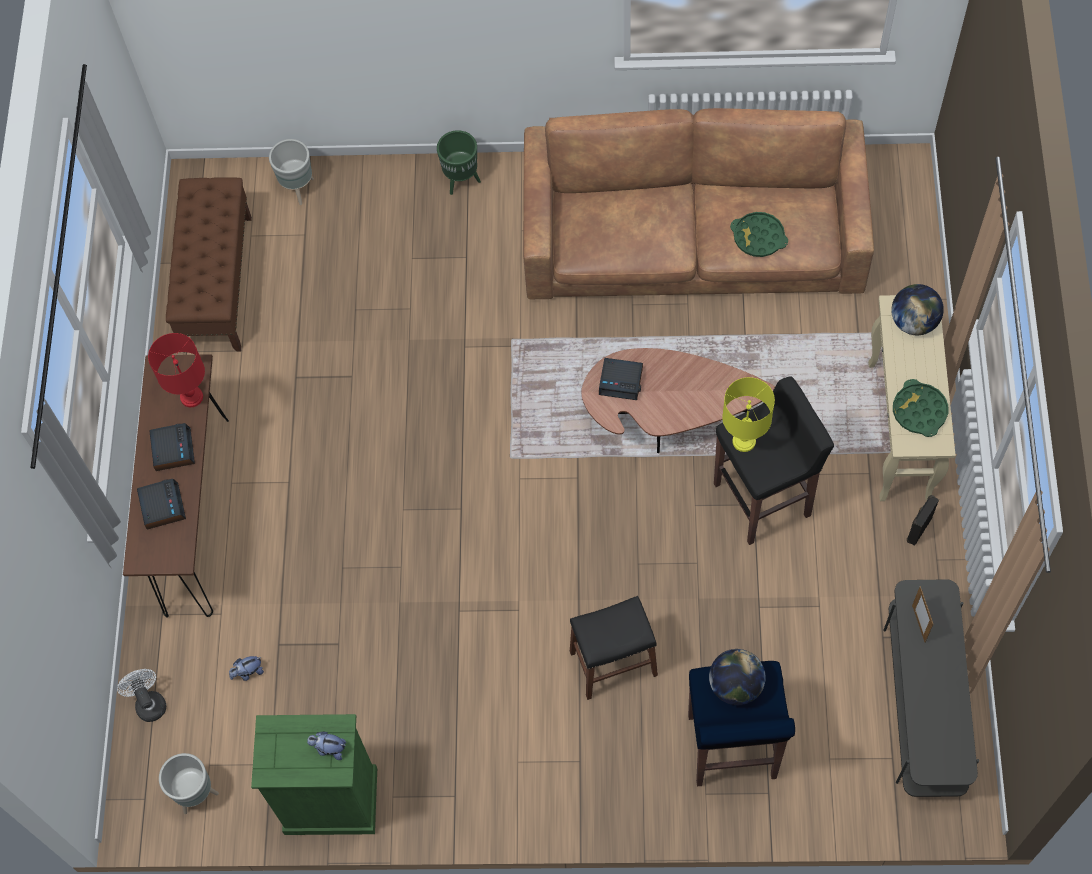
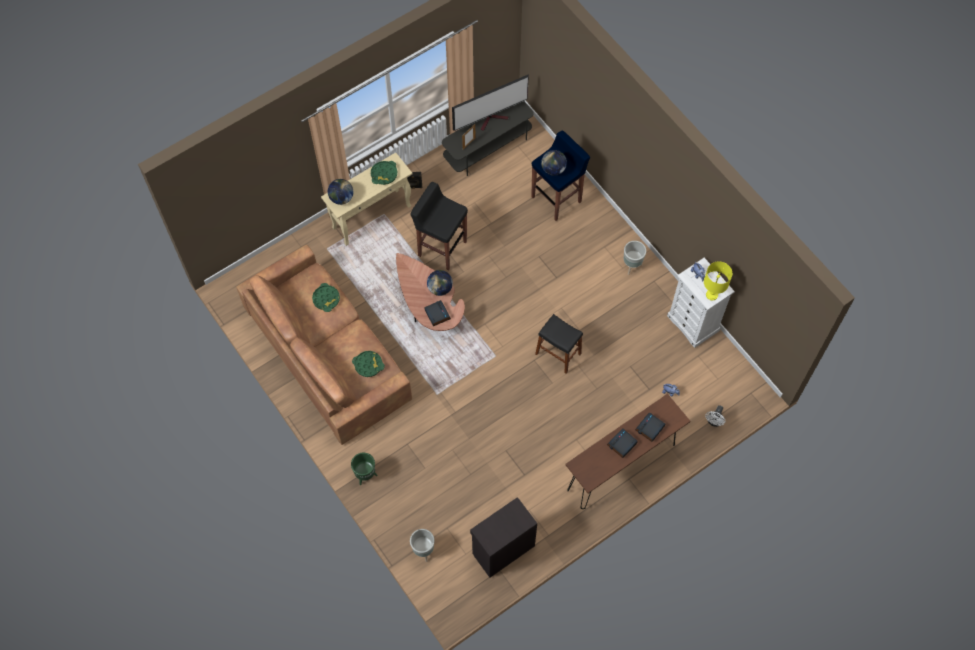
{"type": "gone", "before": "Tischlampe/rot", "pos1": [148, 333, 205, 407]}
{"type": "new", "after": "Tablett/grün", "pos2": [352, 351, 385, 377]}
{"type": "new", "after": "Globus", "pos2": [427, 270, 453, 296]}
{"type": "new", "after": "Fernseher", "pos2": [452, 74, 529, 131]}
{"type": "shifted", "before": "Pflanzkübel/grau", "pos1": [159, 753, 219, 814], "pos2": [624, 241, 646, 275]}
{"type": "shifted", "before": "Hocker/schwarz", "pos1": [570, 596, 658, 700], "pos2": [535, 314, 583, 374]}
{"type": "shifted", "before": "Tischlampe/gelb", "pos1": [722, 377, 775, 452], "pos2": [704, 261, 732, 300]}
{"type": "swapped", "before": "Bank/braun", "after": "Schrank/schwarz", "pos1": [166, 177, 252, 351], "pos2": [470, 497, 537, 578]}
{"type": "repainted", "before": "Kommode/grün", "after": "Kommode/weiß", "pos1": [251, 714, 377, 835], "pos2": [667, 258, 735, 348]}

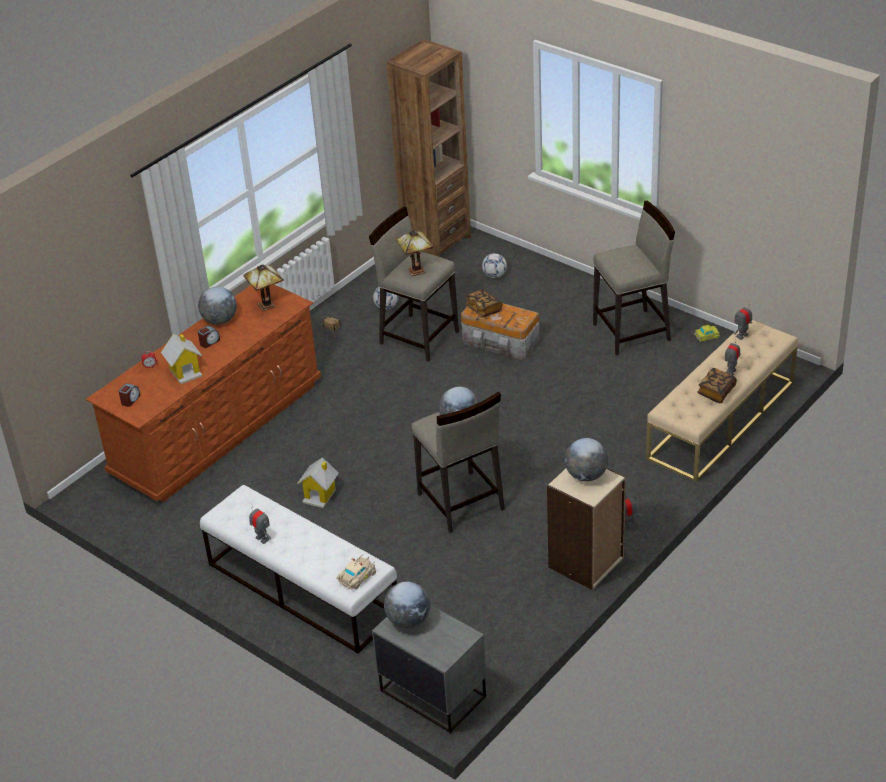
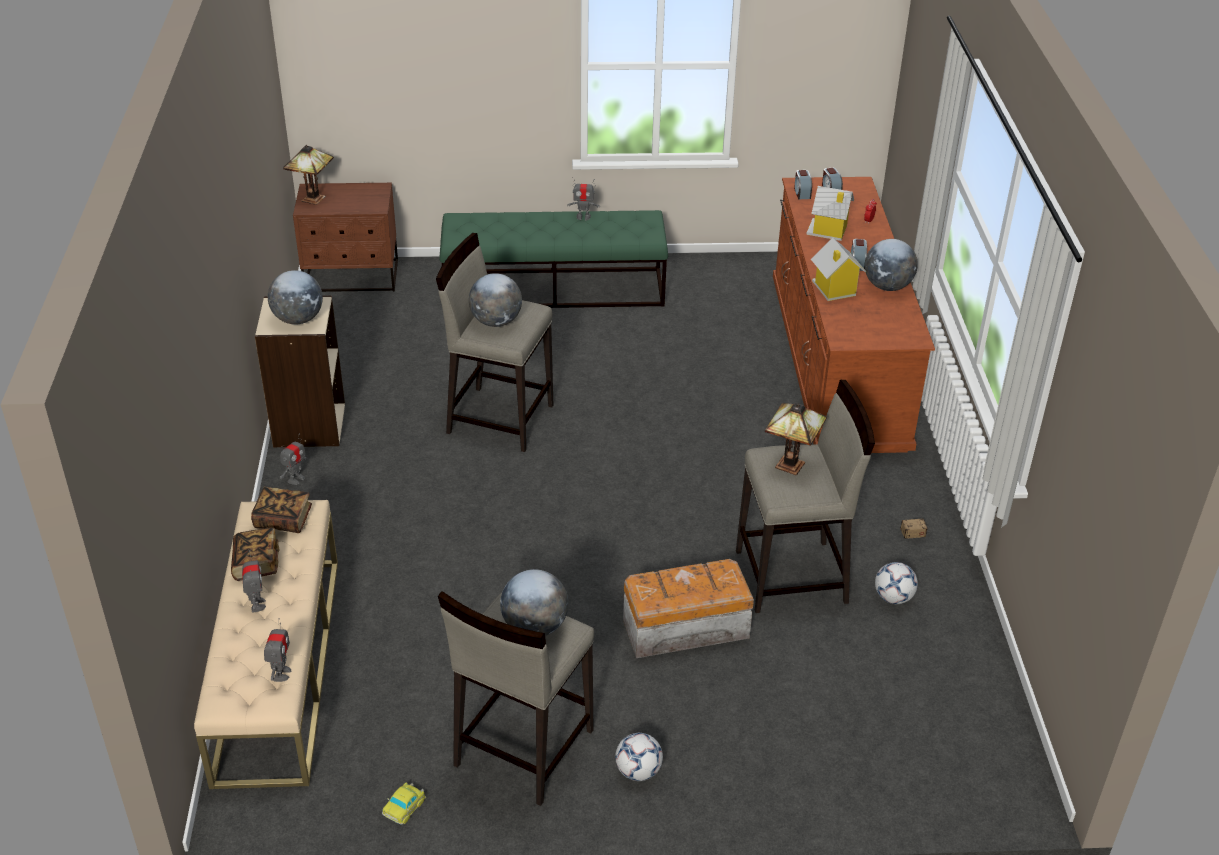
{"type": "gone", "before": "Spielzeugauto/beige", "pos1": [336, 555, 376, 589]}
{"type": "gone", "before": "Bücherregal/braun", "pos1": [386, 39, 471, 257]}
{"type": "new", "after": "Wecker", "pos2": [794, 170, 812, 199]}
{"type": "shifted", "before": "Tischlampe", "pos1": [243, 264, 284, 311], "pos2": [283, 145, 334, 205]}
{"type": "shifted", "before": "Spielzeughaus", "pos1": [297, 457, 339, 508], "pos2": [811, 238, 867, 301]}
{"type": "shifted", "before": "Globus", "pos1": [384, 581, 430, 628], "pos2": [500, 569, 568, 636]}
{"type": "shifted", "before": "Buch", "pos1": [465, 289, 503, 317], "pos2": [251, 487, 312, 533]}
{"type": "shifted", "before": "Fußball", "pos1": [482, 253, 507, 278], "pos2": [615, 733, 663, 781]}
{"type": "repainted", "before": "Bank/weiß", "after": "Bank/grün", "pos1": [200, 485, 397, 654], "pos2": [439, 210, 669, 308]}
{"type": "repainted", "before": "Nachttisch/grau", "after": "Nachttisch/braun", "pos1": [372, 605, 486, 733], "pos2": [293, 183, 398, 292]}

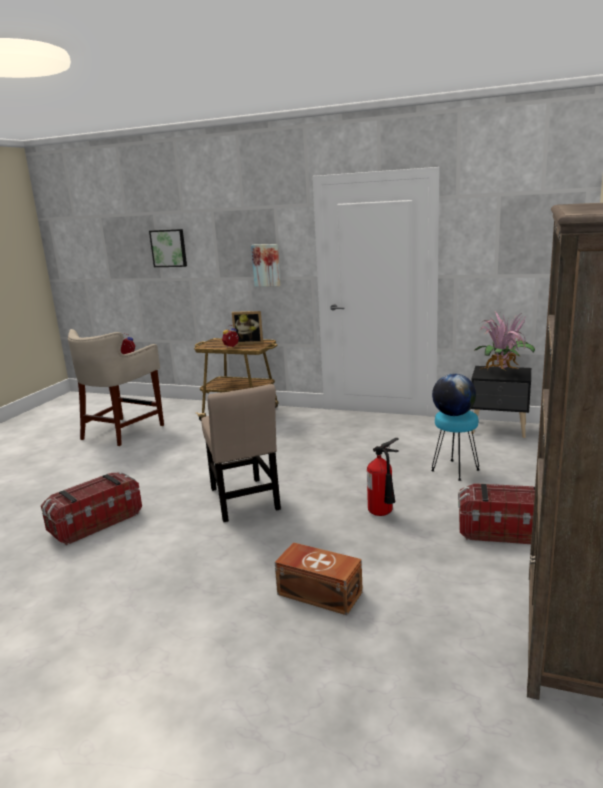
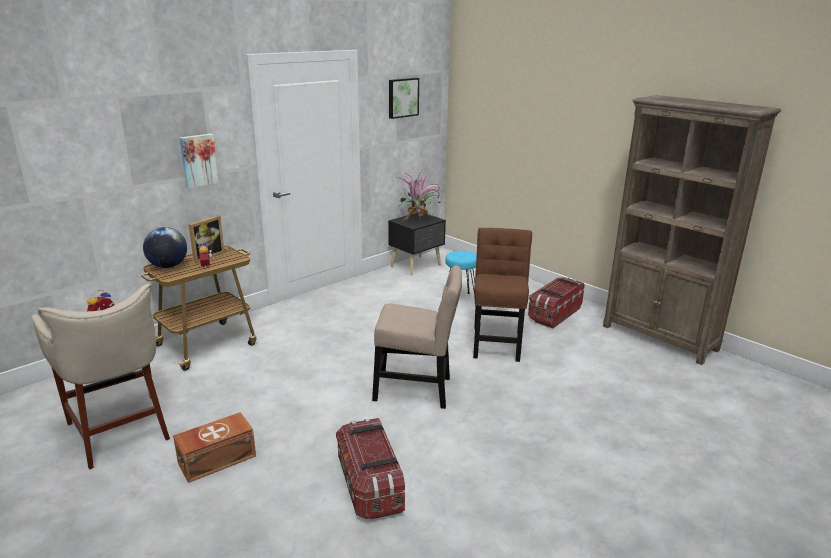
{"type": "shifted", "before": "Bild", "pos1": [149, 229, 187, 267], "pos2": [389, 78, 419, 119]}
{"type": "shifted", "before": "Aufbewahrungsbox/braun", "pos1": [275, 542, 363, 615], "pos2": [173, 412, 256, 483]}
{"type": "shifted", "before": "Globus", "pos1": [432, 373, 476, 416], "pos2": [143, 227, 187, 268]}
{"type": "swapped", "before": "Feuerlöscher", "after": "Stuhl/braun", "pos1": [367, 438, 399, 516], "pos2": [473, 228, 532, 362]}

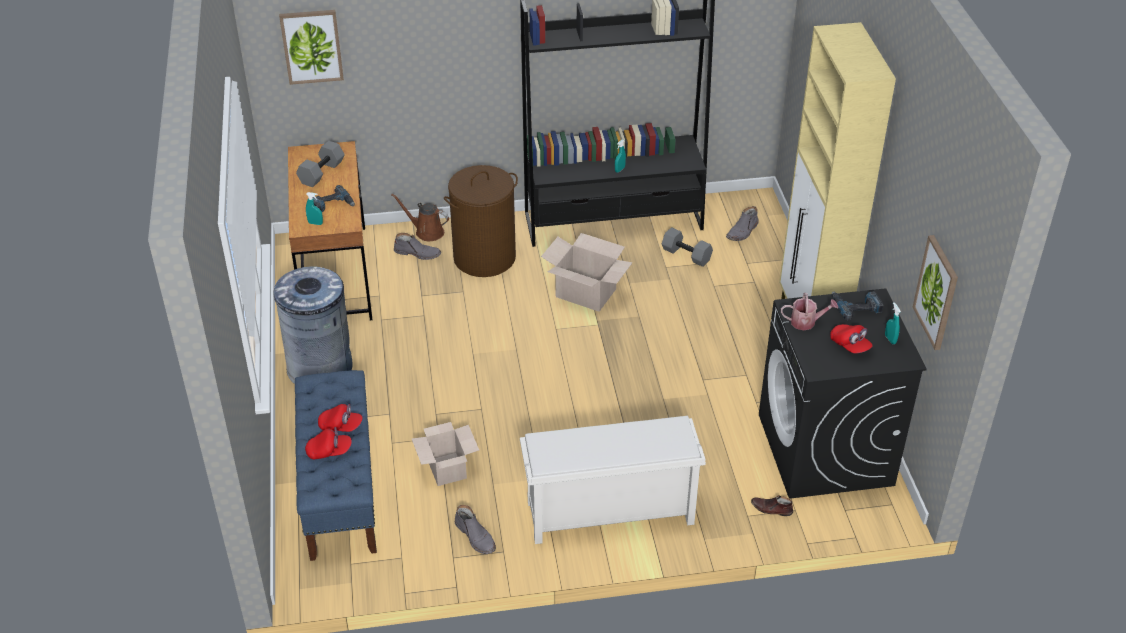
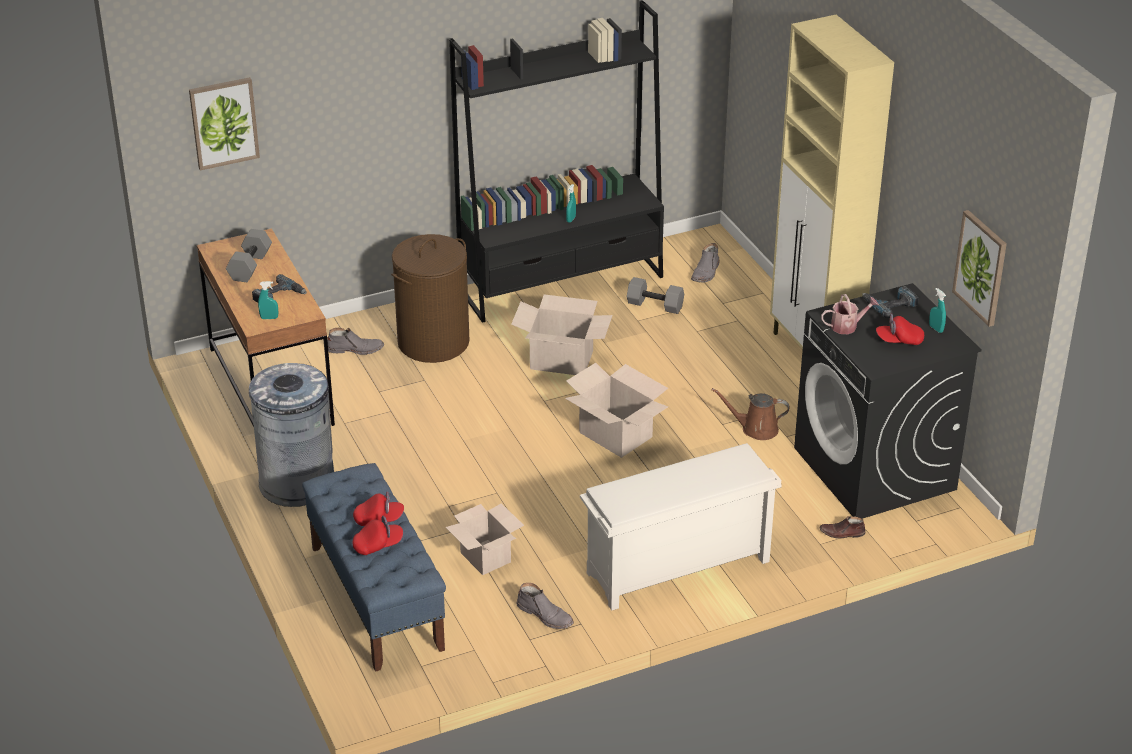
{"type": "new", "after": "Karton", "pos2": [565, 363, 668, 458]}
{"type": "shifted", "before": "Gießkanne/braun", "pos1": [391, 194, 449, 241], "pos2": [712, 388, 789, 440]}
{"type": "rotated", "before": "Kappe/rot", "pos1": [830, 324, 873, 353], "pos2": [876, 313, 924, 345], "turn": 135}

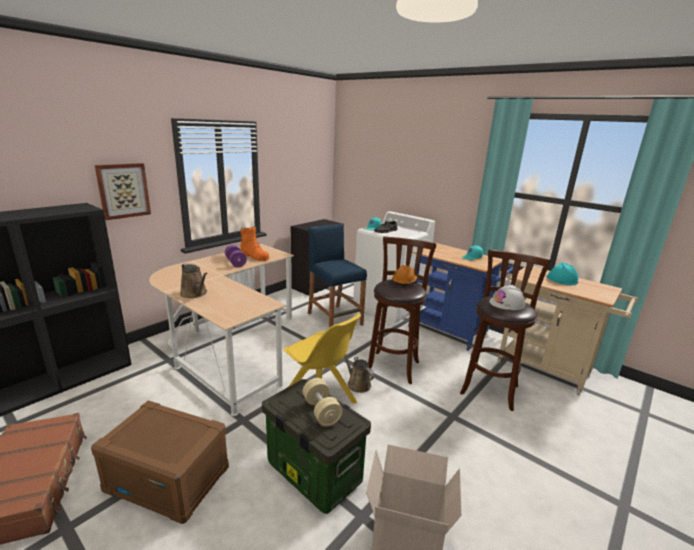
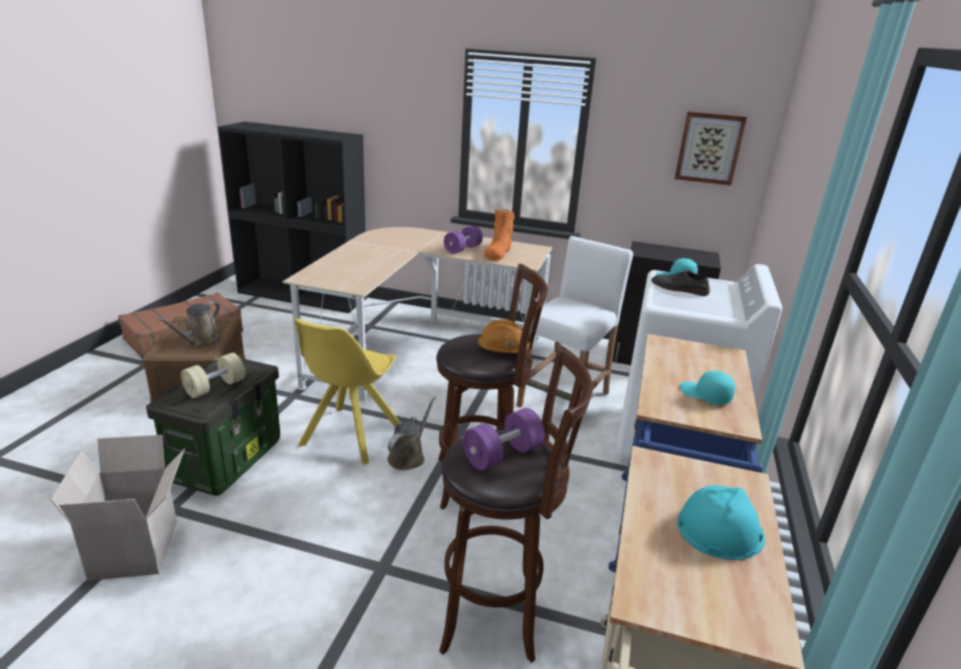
{"type": "shifted", "before": "Bild", "pos1": [95, 163, 151, 220], "pos2": [675, 111, 747, 185]}
{"type": "shifted", "before": "Gießkanne/braun", "pos1": [180, 263, 207, 298], "pos2": [157, 301, 221, 347]}
{"type": "swapped", "before": "Schutzhelm/weiß", "after": "Hantel/lila", "pos1": [489, 285, 525, 310], "pos2": [463, 408, 545, 470]}
{"type": "repainted", "before": "Hocker/blau", "after": "Hocker/weiß", "pos1": [308, 224, 367, 328], "pos2": [517, 236, 633, 428]}

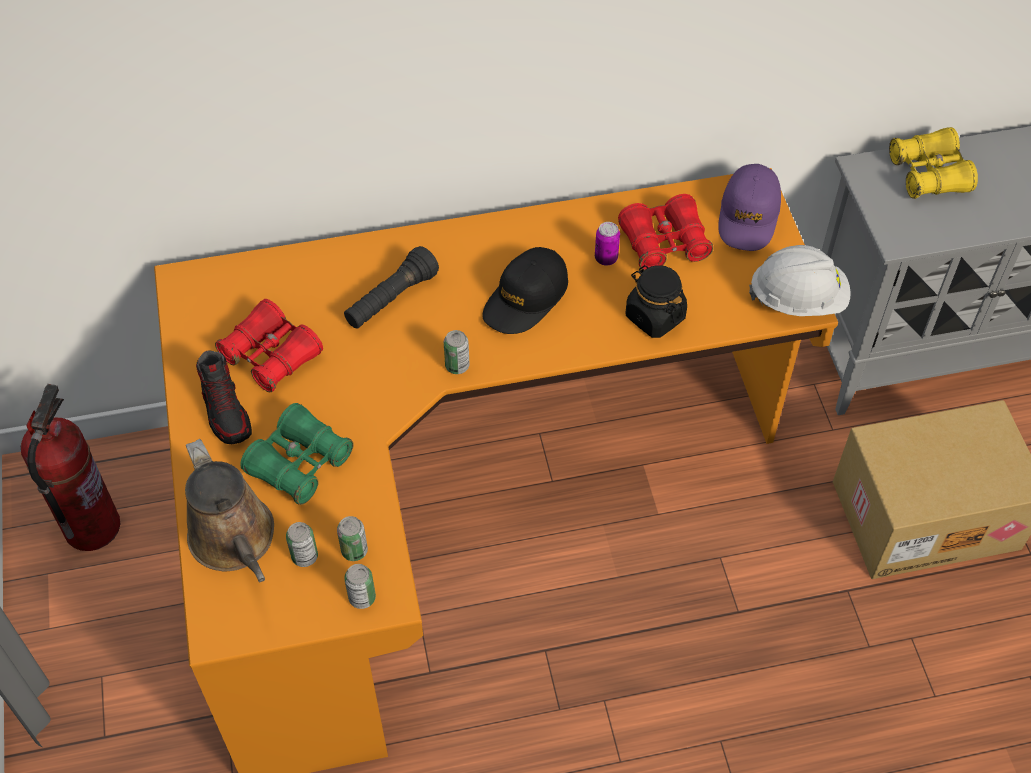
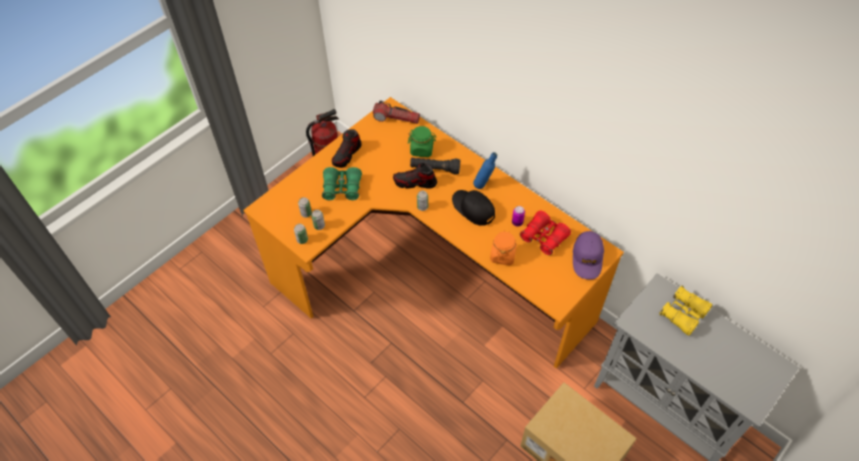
{"type": "gone", "before": "Gießkanne/braun", "pos1": [185, 439, 274, 582]}
{"type": "gone", "before": "Fernglas/rot", "pos1": [215, 299, 323, 392]}
{"type": "gone", "before": "Schutzhelm/weiß", "pos1": [749, 245, 851, 316]}
{"type": "new", "after": "Taschenlampe", "pos2": [373, 100, 420, 124]}
{"type": "new", "after": "Schuh", "pos2": [393, 163, 437, 189]}
{"type": "new", "after": "Vorratsglas/grün", "pos2": [408, 126, 436, 157]}
{"type": "new", "after": "Flasche/blau", "pos2": [473, 152, 497, 189]}
{"type": "repainted", "before": "Vorratsglas/schwarz", "after": "Vorratsglas/orange", "pos1": [626, 265, 687, 338], "pos2": [490, 230, 517, 265]}
{"type": "rotated", "before": "Kappe/schwarz", "pos1": [482, 247, 568, 334], "pos2": [452, 190, 495, 226], "turn": 45}
{"type": "rotated", "before": "Kappe/lila", "pos1": [718, 164, 781, 251], "pos2": [573, 231, 604, 280], "turn": -60}

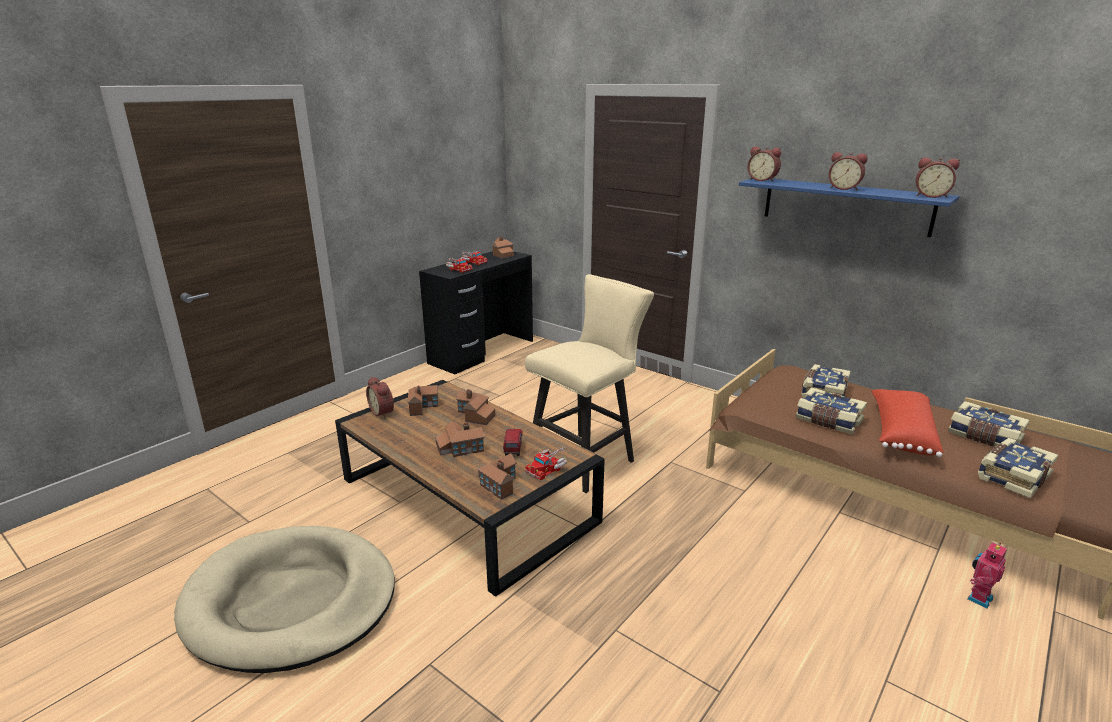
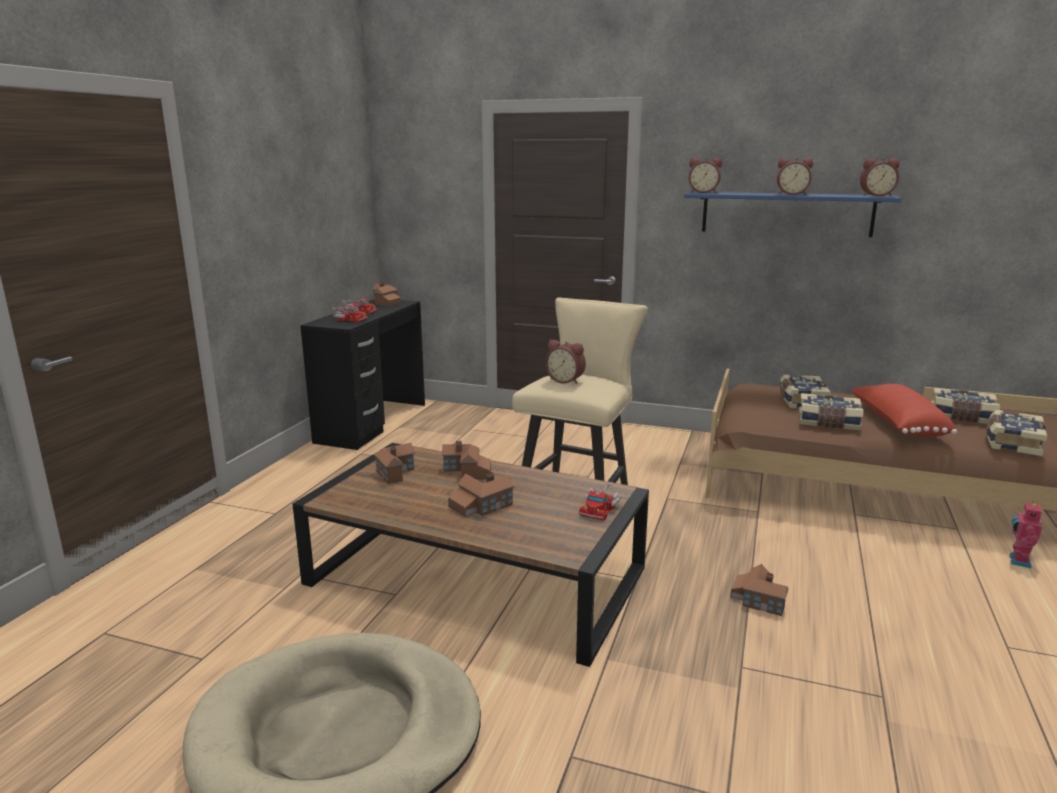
{"type": "gone", "before": "Spielzeuglaster", "pos1": [503, 429, 523, 456]}
{"type": "shifted", "before": "Wecker", "pos1": [366, 377, 394, 418], "pos2": [545, 340, 586, 384]}
{"type": "shifted", "before": "Spielzeughaus", "pos1": [478, 453, 517, 500], "pos2": [730, 564, 788, 616]}

